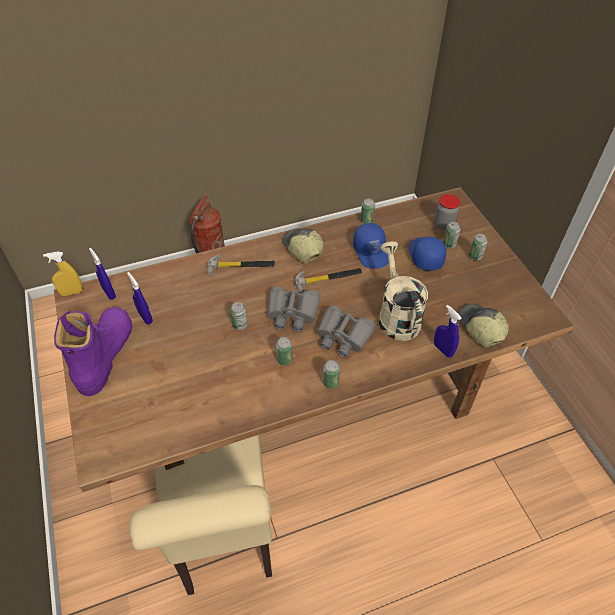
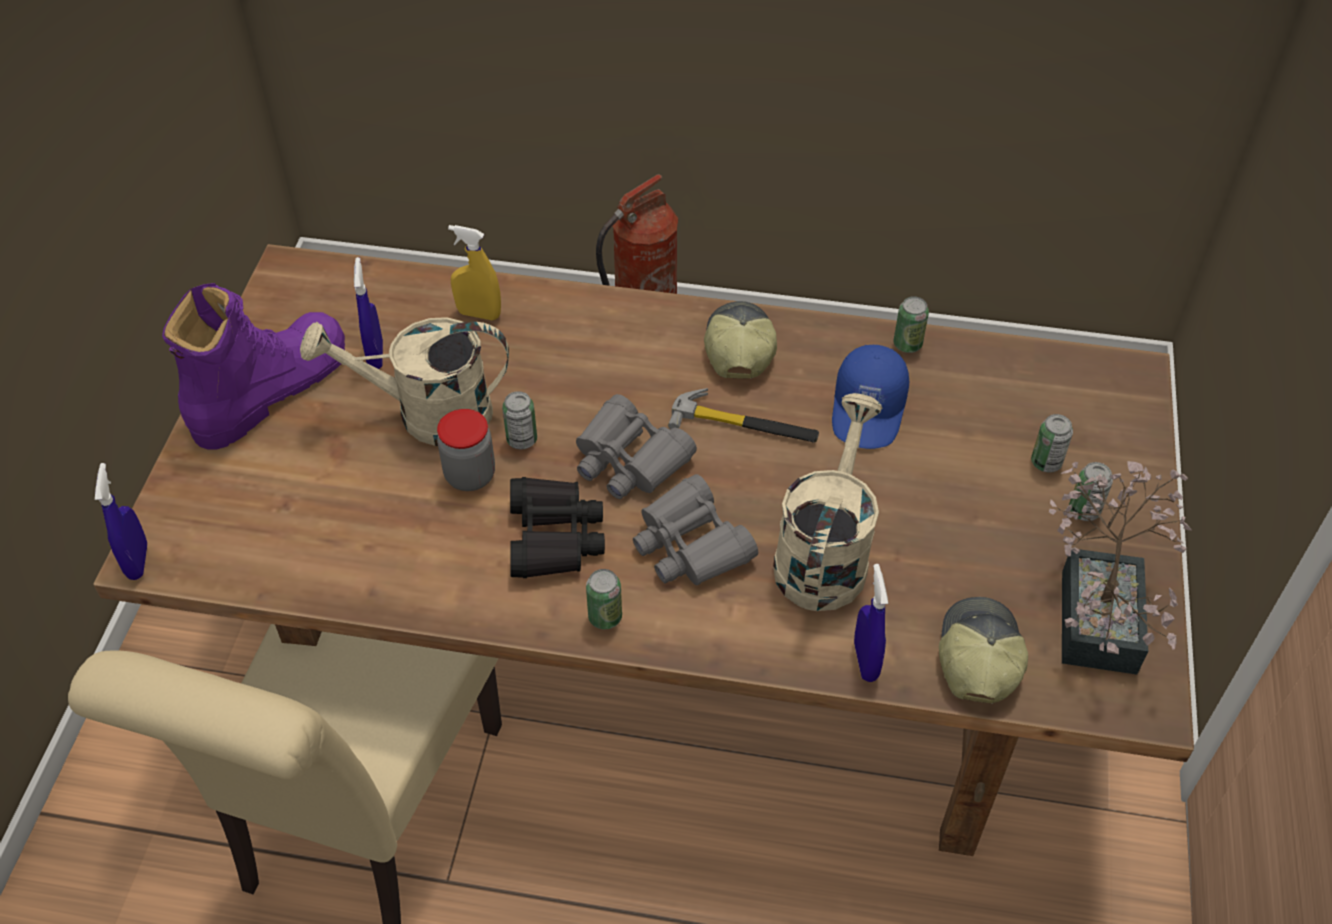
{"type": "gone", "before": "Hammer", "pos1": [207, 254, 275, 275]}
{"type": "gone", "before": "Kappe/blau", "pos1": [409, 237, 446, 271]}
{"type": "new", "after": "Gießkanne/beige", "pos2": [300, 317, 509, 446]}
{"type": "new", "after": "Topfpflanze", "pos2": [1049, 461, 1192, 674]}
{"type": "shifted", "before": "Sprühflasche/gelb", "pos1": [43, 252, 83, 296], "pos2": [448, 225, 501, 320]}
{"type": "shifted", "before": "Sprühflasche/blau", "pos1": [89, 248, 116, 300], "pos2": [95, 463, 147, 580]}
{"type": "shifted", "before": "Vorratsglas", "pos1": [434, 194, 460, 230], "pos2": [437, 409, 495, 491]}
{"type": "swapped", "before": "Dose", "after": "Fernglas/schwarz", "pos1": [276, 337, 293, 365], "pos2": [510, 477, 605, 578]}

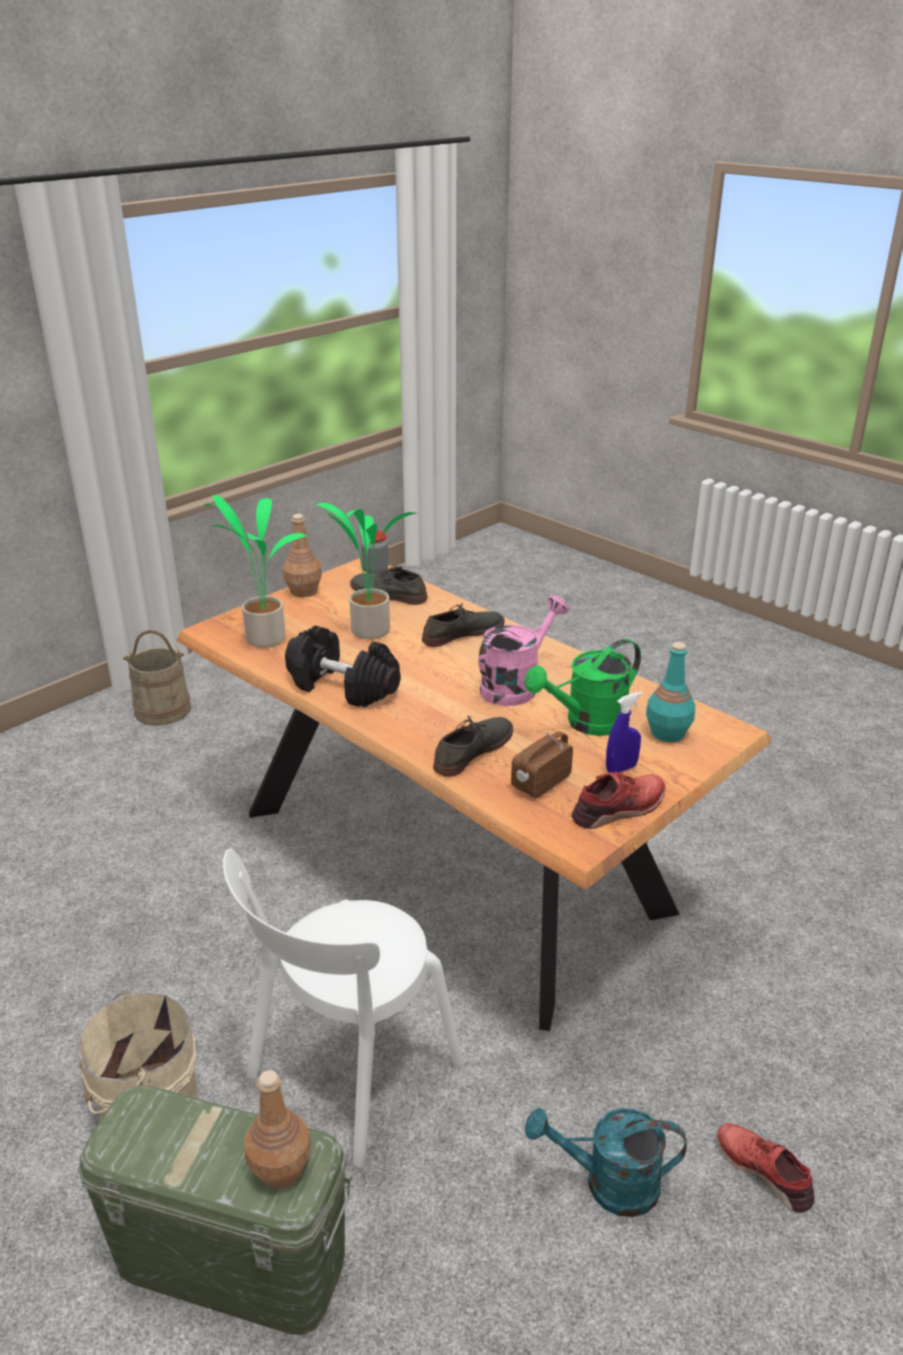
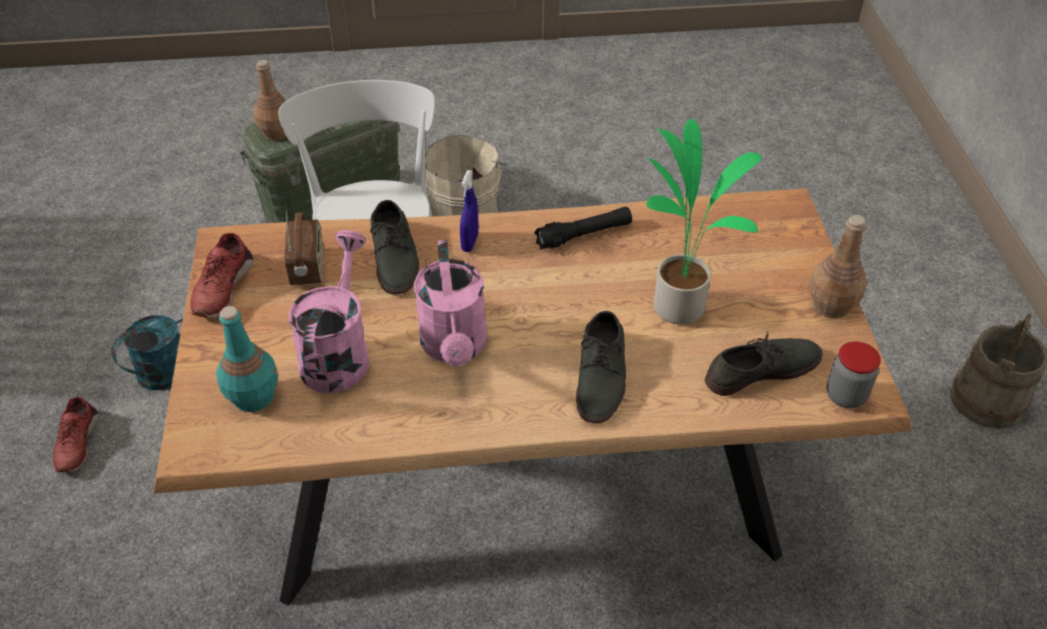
{"type": "gone", "before": "Topfpflanze", "pos1": [204, 495, 306, 648]}
{"type": "shifted", "before": "Sprühflasche/blau", "pos1": [606, 692, 642, 773], "pos2": [460, 170, 479, 252]}
{"type": "swapped", "before": "Hantel/schwarz", "after": "Taschenlampe/schwarz", "pos1": [285, 625, 401, 708], "pos2": [534, 207, 632, 250]}
{"type": "repainted", "before": "Gießkanne/grün", "after": "Gießkanne/rosa", "pos1": [524, 639, 641, 736], "pos2": [289, 230, 369, 393]}
{"type": "rotated", "before": "Schuh/rot", "pos1": [717, 1123, 815, 1213], "pos2": [53, 397, 99, 472], "turn": 90}

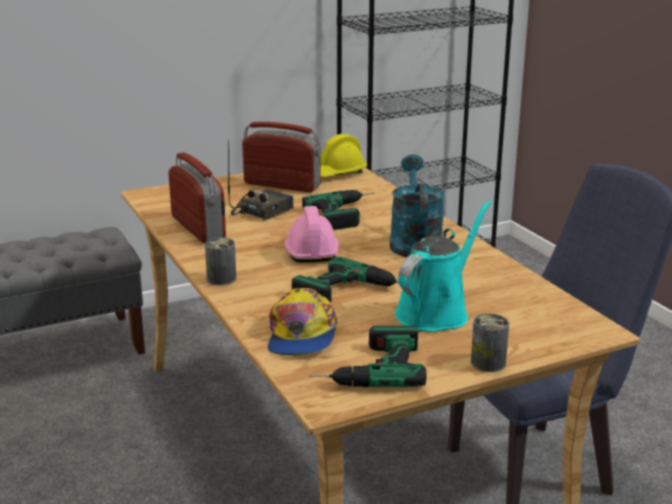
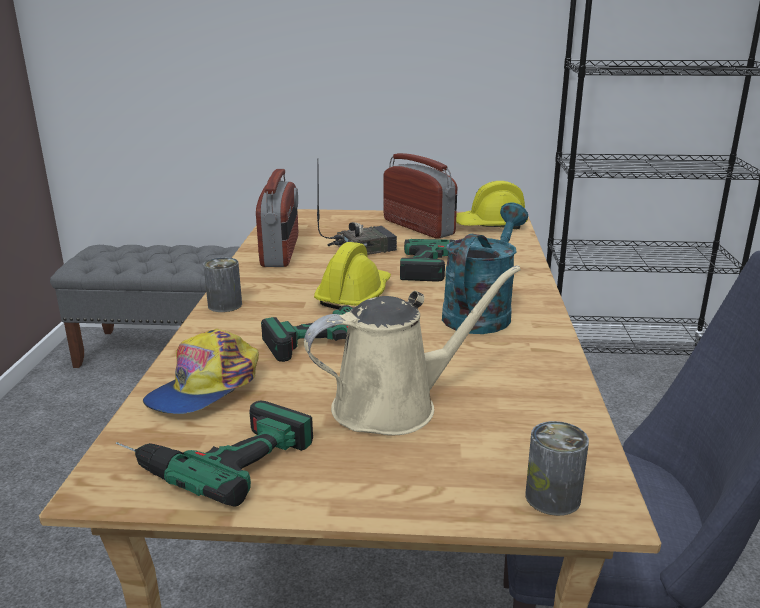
{"type": "shifted", "before": "Dose", "pos1": [471, 314, 509, 372], "pos2": [525, 421, 589, 516]}
{"type": "repainted", "before": "Schutzhelm/rosa", "after": "Schutzhelm/gelb", "pos1": [285, 206, 339, 262], "pos2": [314, 242, 391, 309]}
{"type": "repainted", "before": "Gießkanne/türkis", "after": "Gießkanne/beige", "pos1": [395, 200, 492, 332], "pos2": [304, 265, 521, 436]}

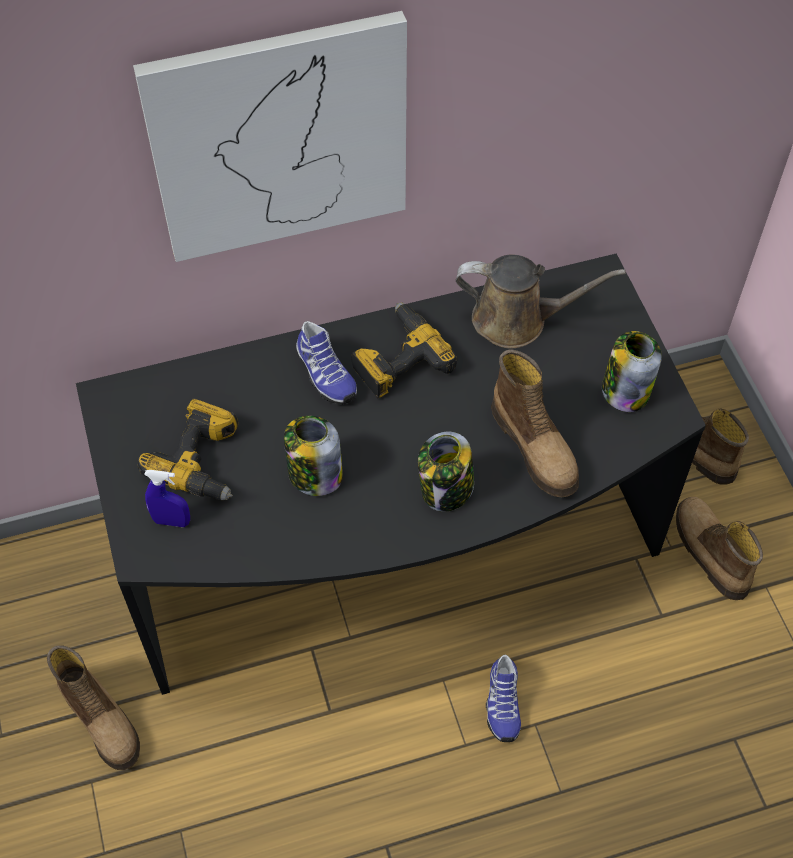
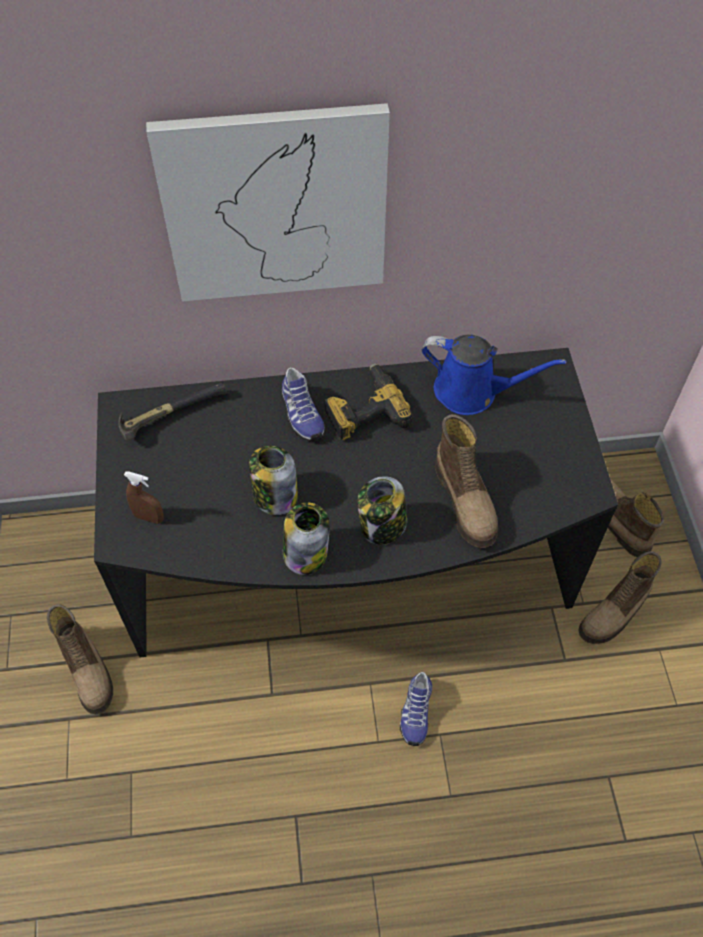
{"type": "gone", "before": "Bohrmaschine", "pos1": [138, 398, 238, 500]}
{"type": "new", "after": "Hammer", "pos2": [118, 383, 228, 441]}
{"type": "shifted", "before": "Vorratsglas", "pos1": [602, 331, 662, 412], "pos2": [283, 503, 330, 575]}
{"type": "repainted", "before": "Sprühflasche/blau", "after": "Sprühflasche/braun", "pos1": [144, 470, 190, 527], "pos2": [124, 471, 164, 524]}
{"type": "repainted", "before": "Gießkanne/braun", "after": "Gießkanne/blau", "pos1": [456, 255, 626, 348], "pos2": [422, 335, 567, 415]}
{"type": "rotated", "before": "Stiefel", "pos1": [676, 497, 763, 600], "pos2": [578, 551, 662, 644], "turn": -120}

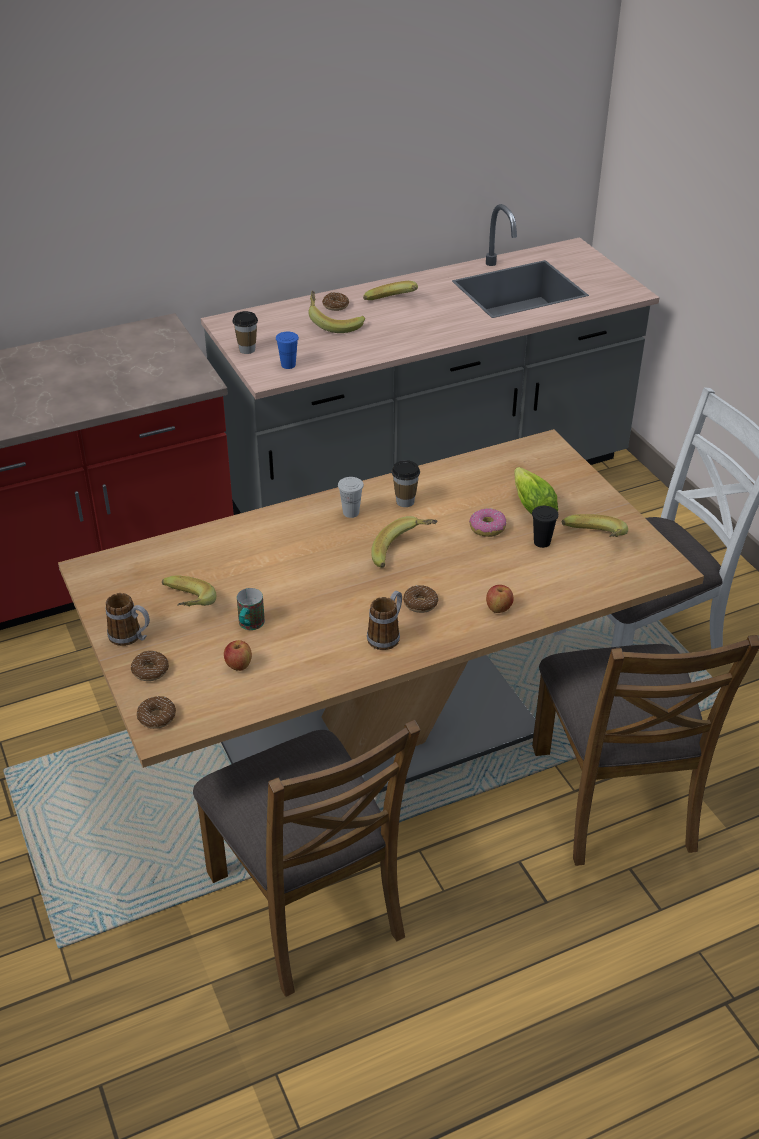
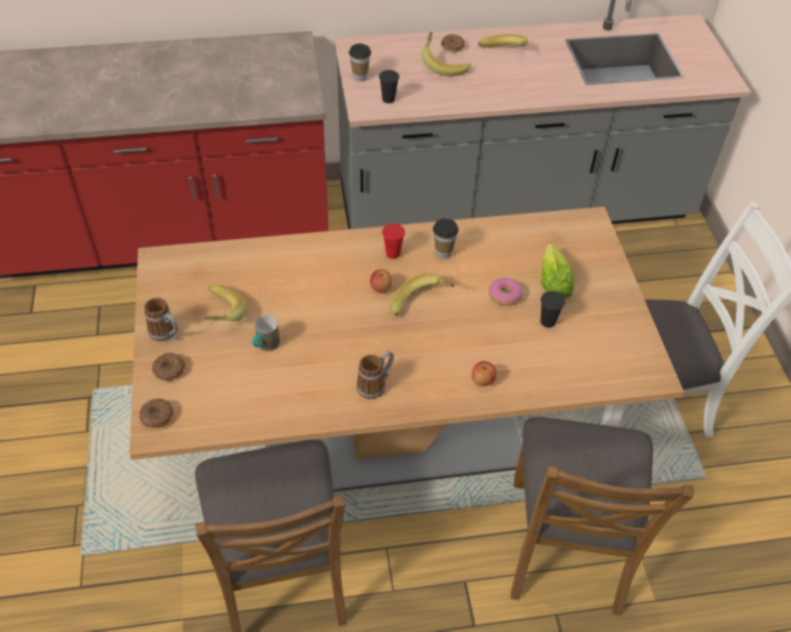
{"type": "gone", "before": "Donut", "pos1": [403, 585, 439, 613]}
{"type": "gone", "before": "Banane", "pos1": [562, 514, 628, 537]}
{"type": "shifted", "before": "Apfel", "pos1": [224, 640, 252, 671], "pos2": [370, 269, 392, 293]}
{"type": "repainted", "before": "Tasse/blau", "after": "Tasse/schwarz", "pos1": [276, 332, 299, 369], "pos2": [379, 70, 399, 103]}
{"type": "repainted", "before": "Tasse/weiß", "after": "Tasse/rot", "pos1": [338, 477, 364, 518], "pos2": [382, 224, 405, 259]}

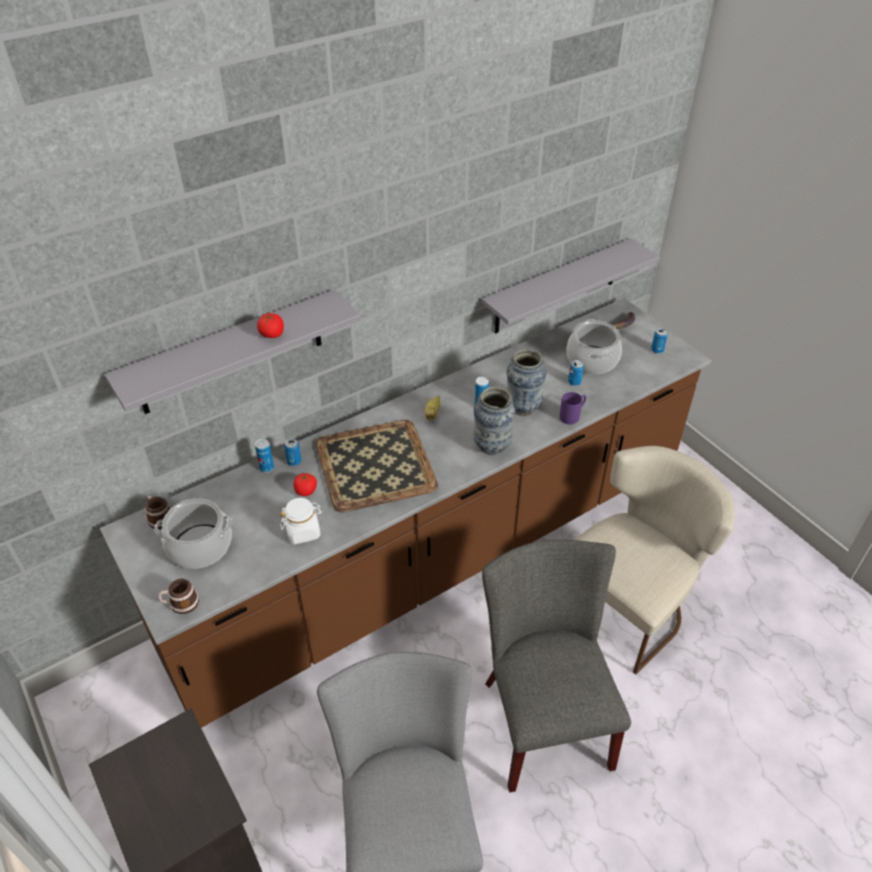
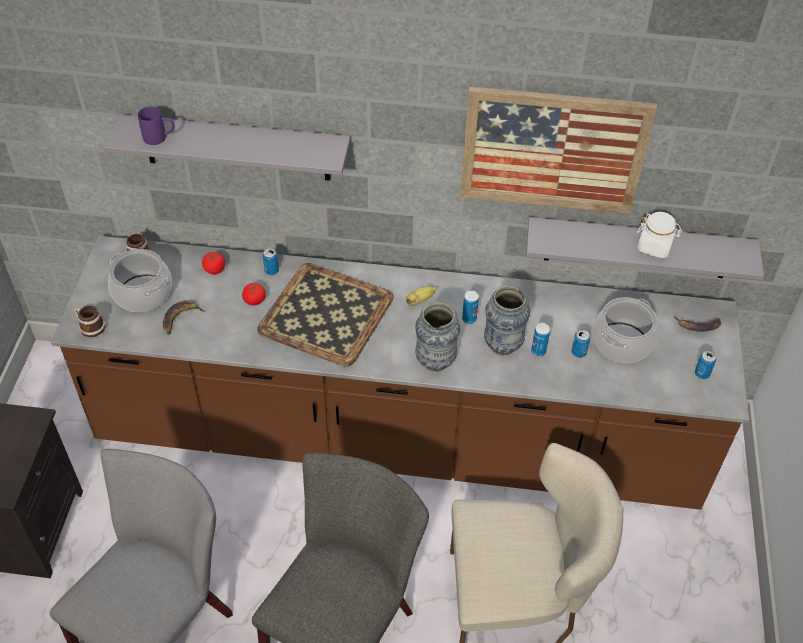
{"type": "new", "after": "Banane", "pos2": [163, 300, 205, 334]}
{"type": "new", "after": "Bild", "pos2": [460, 87, 657, 214]}
{"type": "shifted", "before": "Dose", "pos1": [255, 439, 274, 473], "pos2": [531, 323, 550, 357]}
{"type": "shifted", "before": "Tomate", "pos1": [257, 313, 284, 338], "pos2": [202, 252, 225, 275]}
{"type": "shifted", "before": "Vorratsglas/weiß", "pos1": [280, 498, 322, 544], "pos2": [637, 212, 682, 258]}
{"type": "shifted", "before": "Henkelbecher/lila", "pos1": [560, 392, 586, 425], "pos2": [138, 106, 175, 145]}

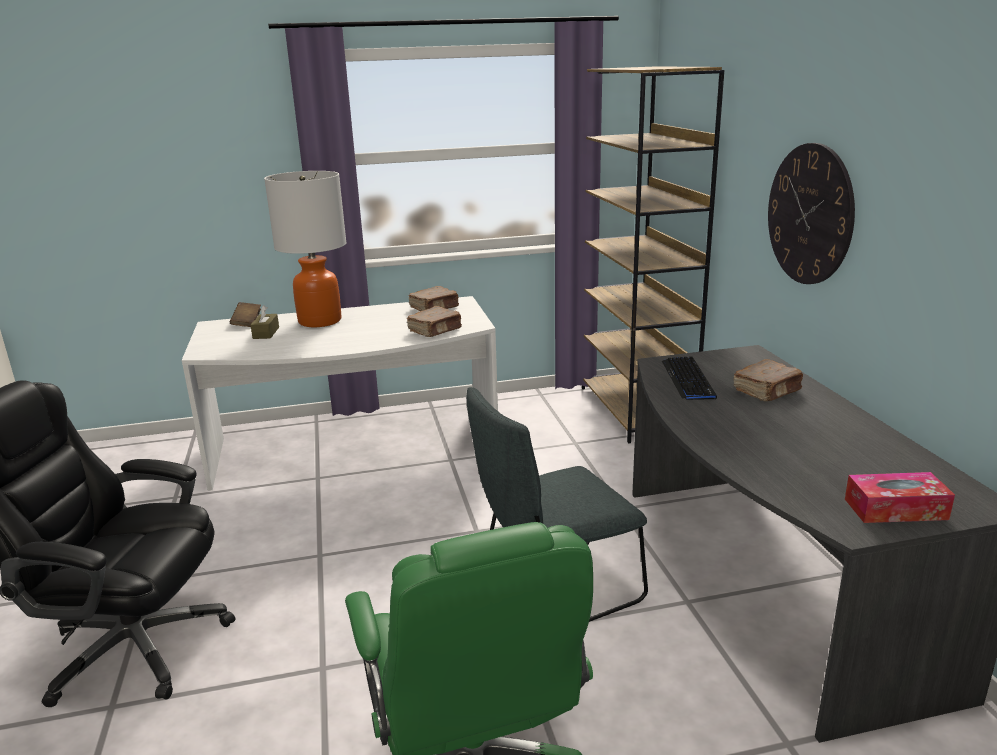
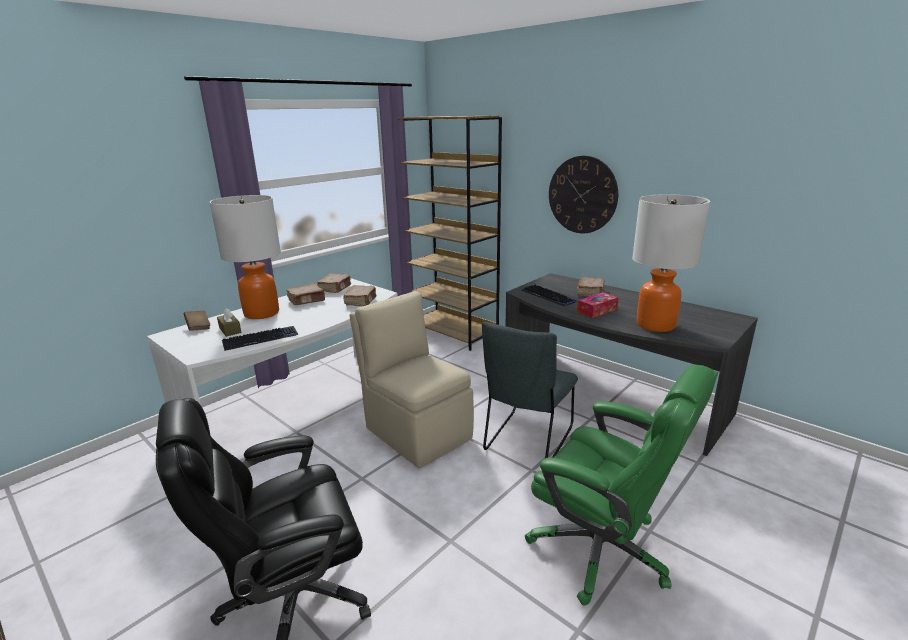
{"type": "new", "after": "Tastatur", "pos2": [222, 326, 298, 351]}
{"type": "new", "after": "Buch/braun", "pos2": [287, 283, 325, 305]}
{"type": "new", "after": "Stuhl/beige", "pos2": [350, 291, 474, 468]}
{"type": "new", "after": "Tischlampe", "pos2": [632, 194, 710, 332]}
{"type": "shifted", "before": "Taschentuchbox", "pos1": [845, 472, 955, 523], "pos2": [577, 292, 618, 318]}

